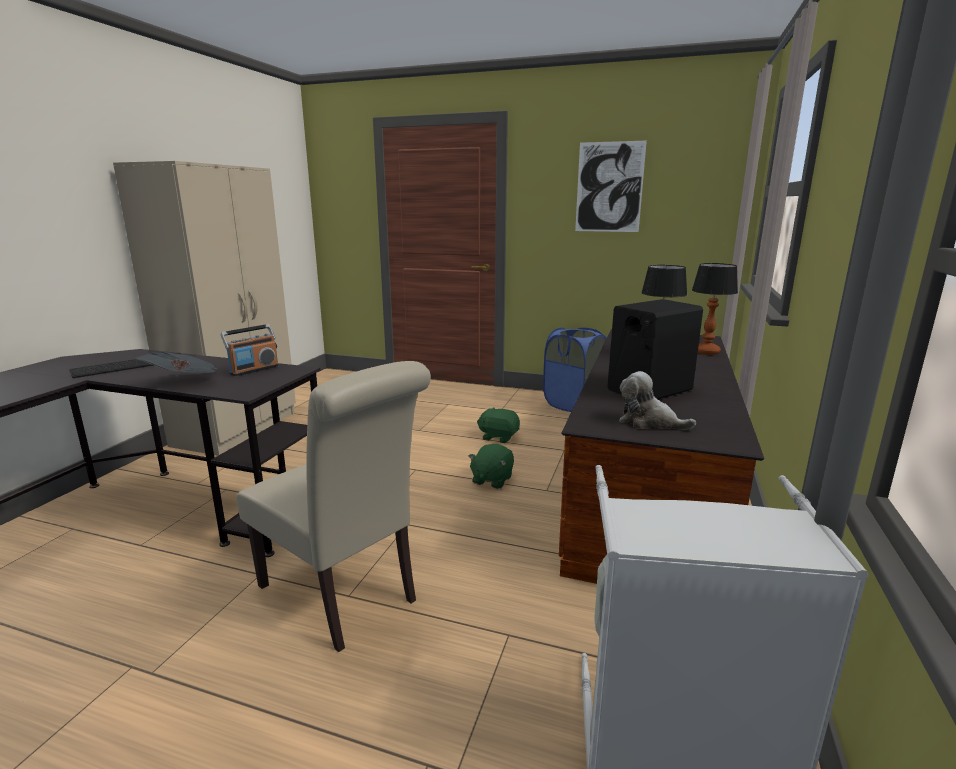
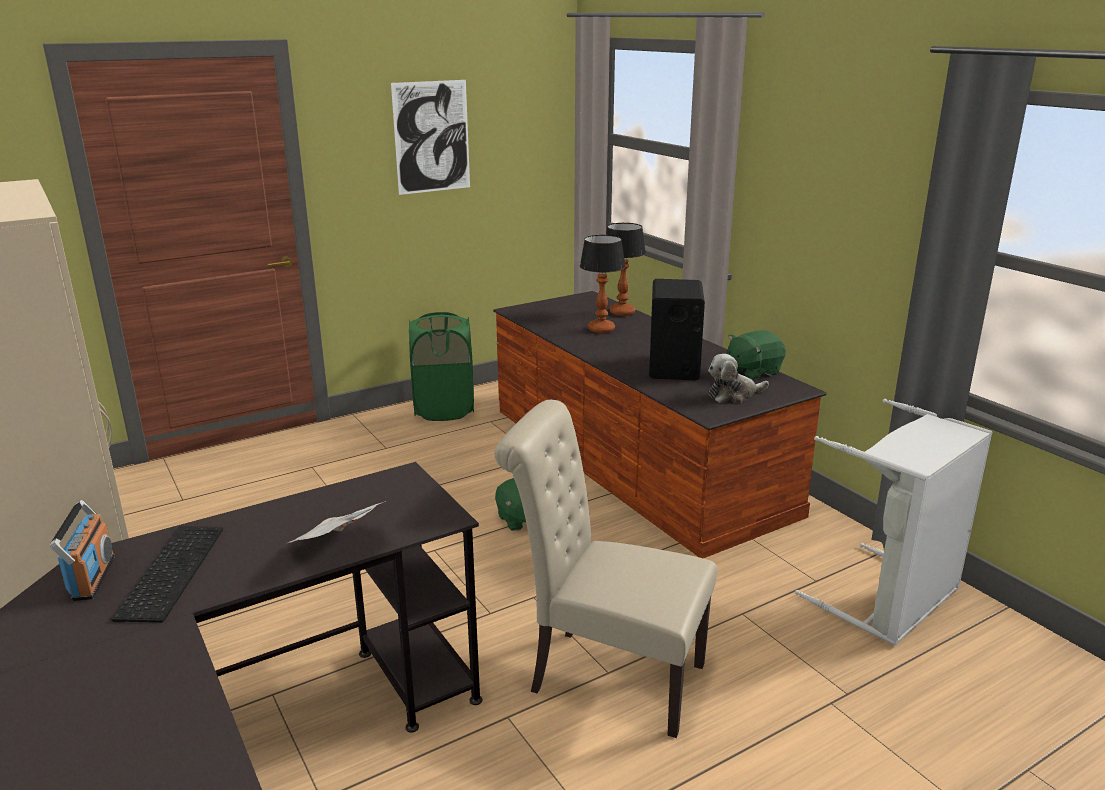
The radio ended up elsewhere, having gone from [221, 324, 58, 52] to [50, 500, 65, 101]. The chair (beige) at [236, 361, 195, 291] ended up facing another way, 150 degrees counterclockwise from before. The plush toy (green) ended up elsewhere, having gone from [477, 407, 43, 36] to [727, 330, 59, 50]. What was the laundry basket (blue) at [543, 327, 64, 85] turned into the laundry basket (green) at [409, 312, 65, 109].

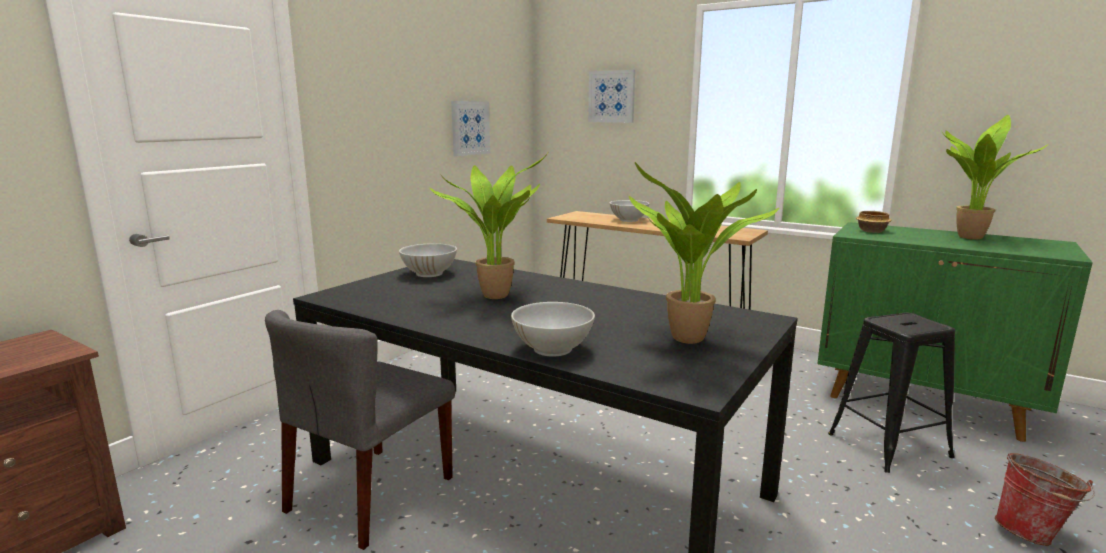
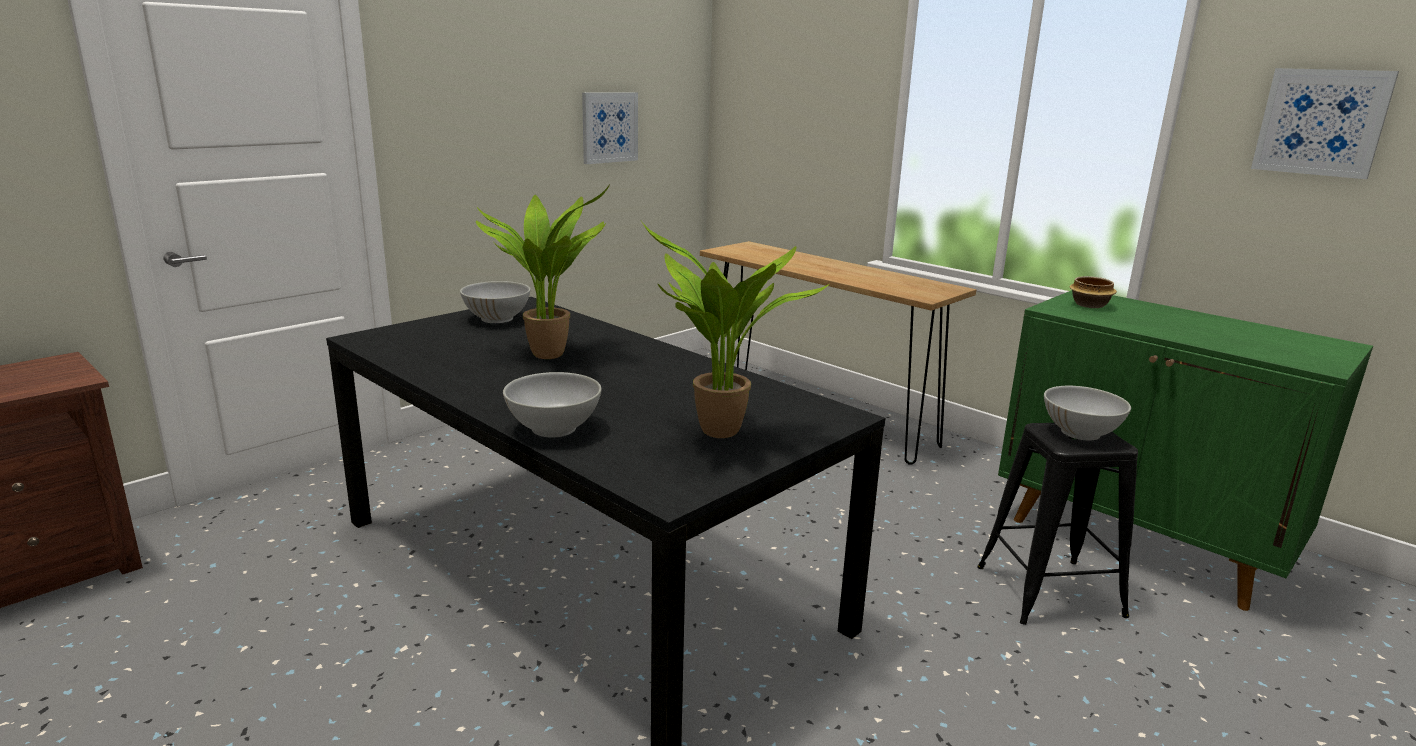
The second view lost the chair (grey) at [265, 310, 190, 240]. The picture ended up elsewhere, having gone from [588, 70, 47, 53] to [1251, 68, 148, 111]. The bowl (white) ended up elsewhere, having gone from [610, 200, 40, 22] to [1044, 386, 87, 54]. The second view lost the potted plant at [942, 115, 106, 125]. The second view lost the bucket at [995, 453, 100, 93].

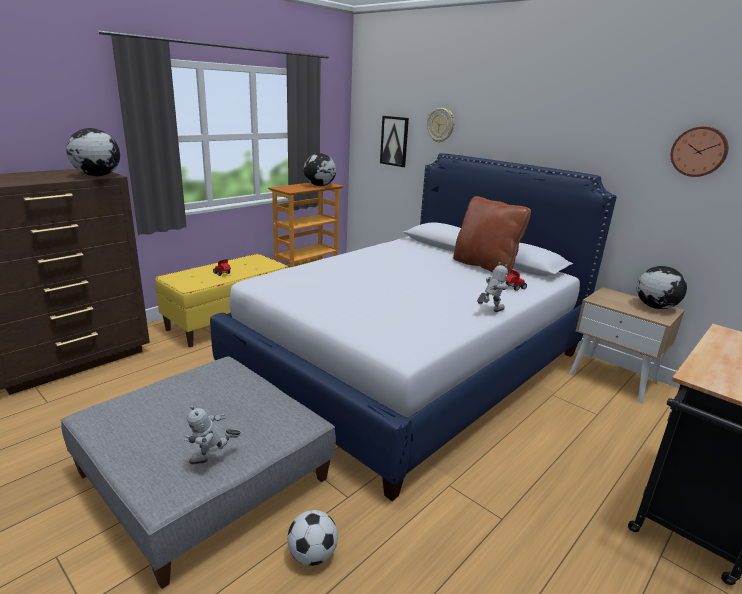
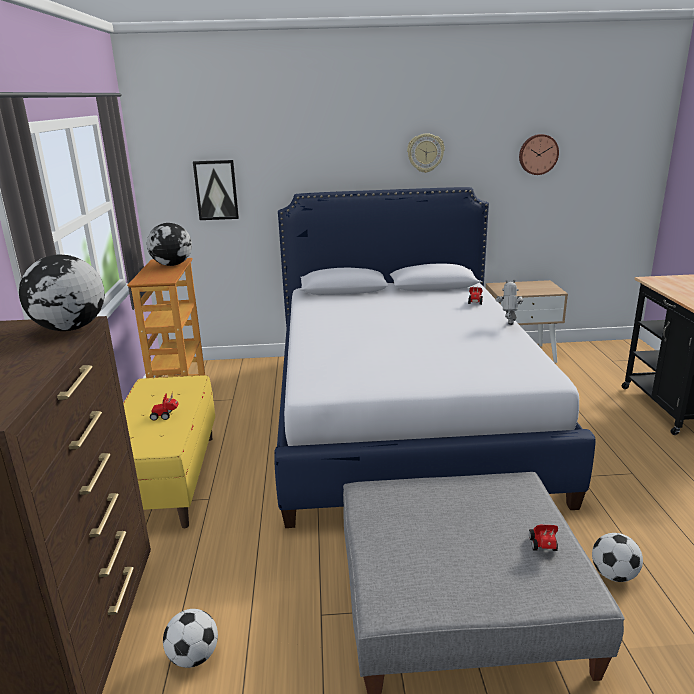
Where the toy robot stood at [184, 405, 57, 59], the toy car came to stand at [529, 525, 29, 26]. The wall clock ended up elsewhere, having gone from [427, 108, 28, 35] to [407, 133, 38, 40]. The second view lost the pillow (brown) at [453, 196, 78, 79]. The second view lost the globe at [636, 266, 51, 43]. The second view gained the football at [163, 609, 55, 59].

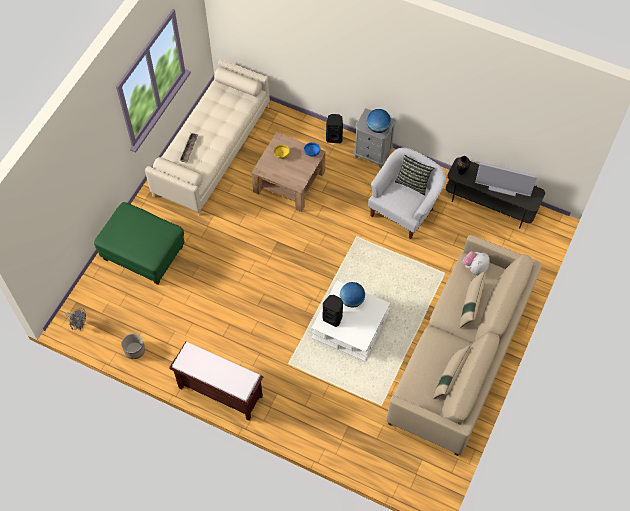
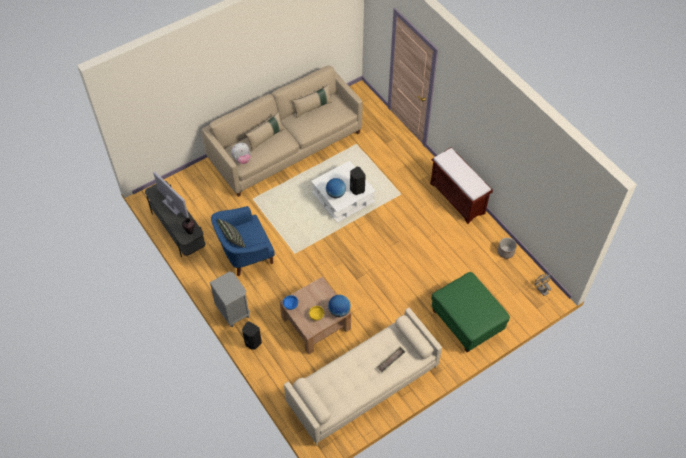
The globe ended up elsewhere, having gone from [367, 109, 24, 24] to [328, 295, 23, 22]. What was the armchair (white) at [368, 148, 78, 91] turned into the armchair (blue) at [211, 206, 64, 70].

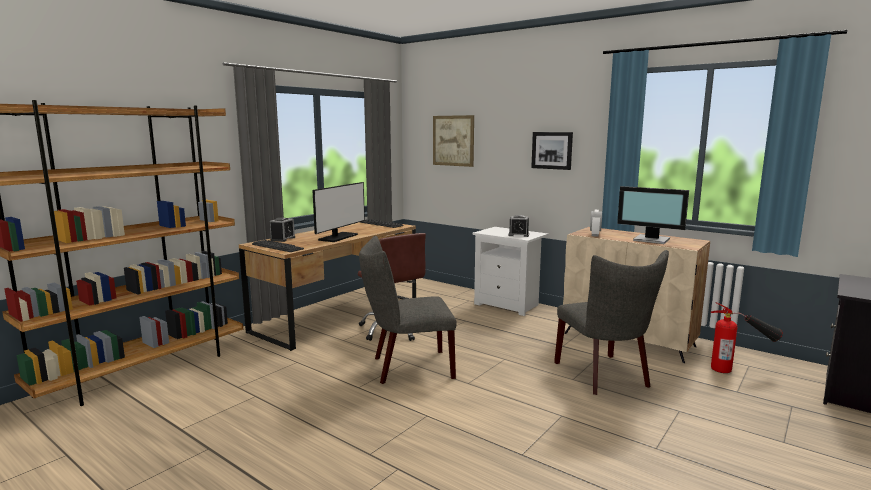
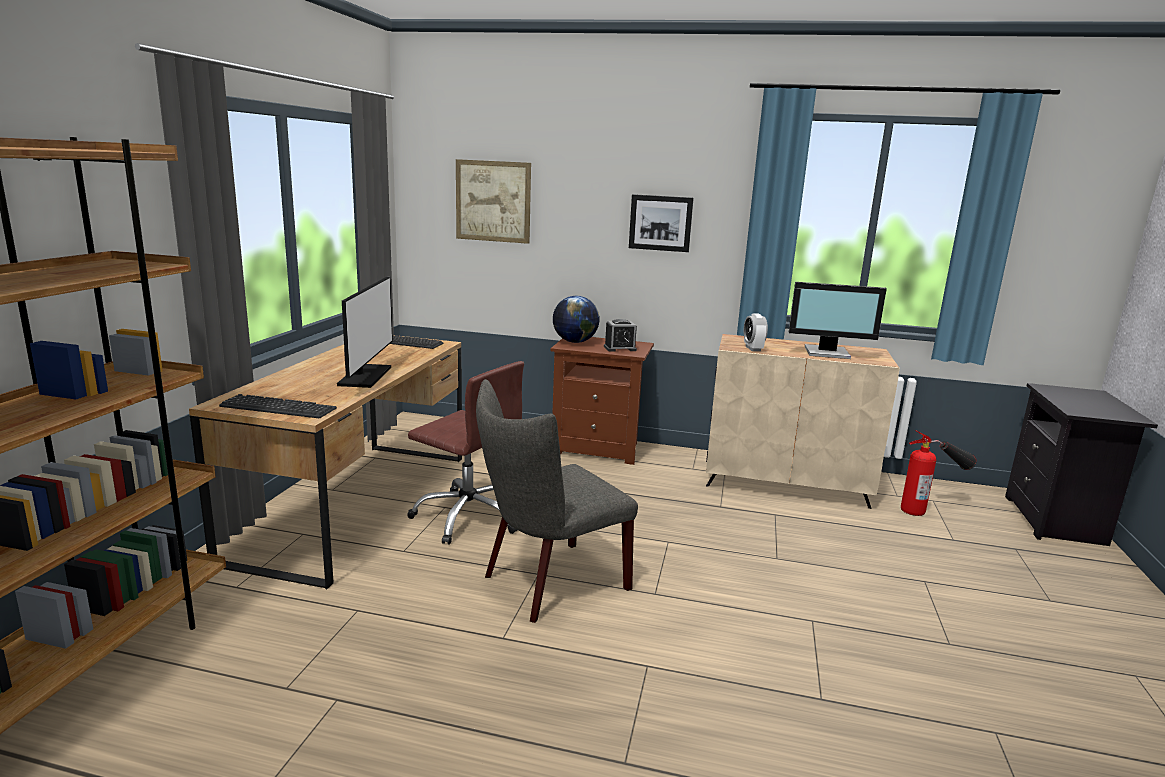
The second view lost the alarm clock at [270, 217, 25, 25]. What was the nightstand (white) at [472, 227, 77, 89] turned into the nightstand (brown) at [551, 337, 103, 128]. The second view lost the chair (grey) at [554, 250, 115, 145]. The second view gained the globe at [553, 296, 47, 47].

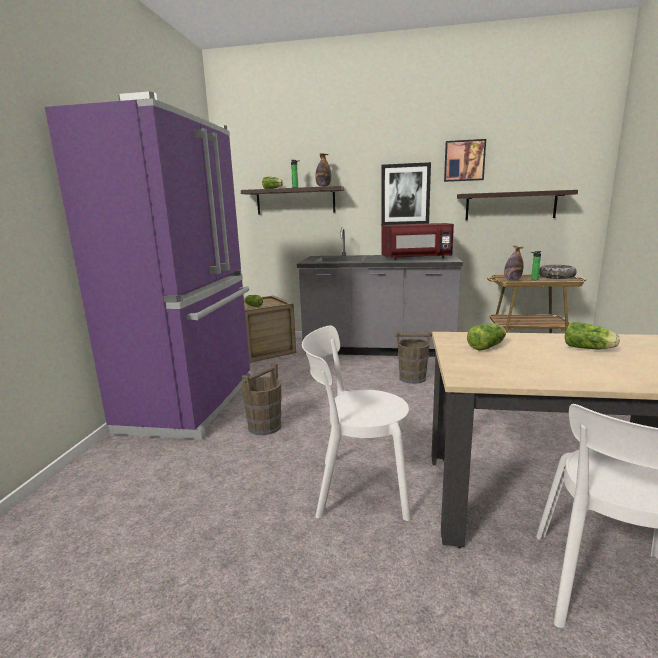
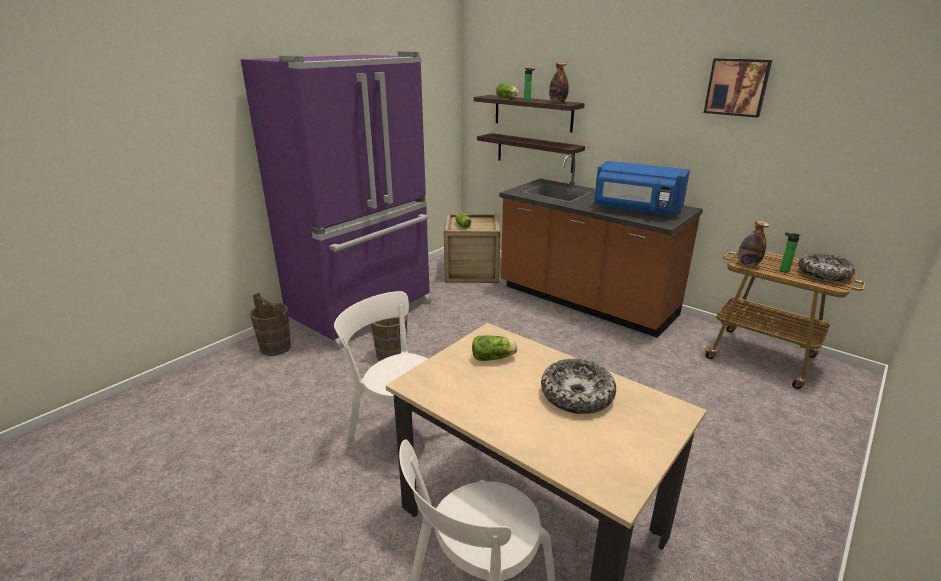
What was the counter (grey) at [297, 227, 166, 130] turned into the counter (brown) at [499, 154, 204, 184]. The second view lost the picture at [381, 162, 50, 63]. What was the microwave (red) at [382, 223, 72, 37] turned into the microwave (blue) at [594, 161, 96, 56]. The bucket (brown) ended up elsewhere, having gone from [396, 331, 36, 53] to [250, 293, 41, 63]. The shelf ended up elsewhere, having gone from [457, 190, 121, 30] to [477, 133, 108, 40]. Where the lettuce stood at [565, 322, 55, 27], the bowl came to stand at [541, 358, 75, 56].

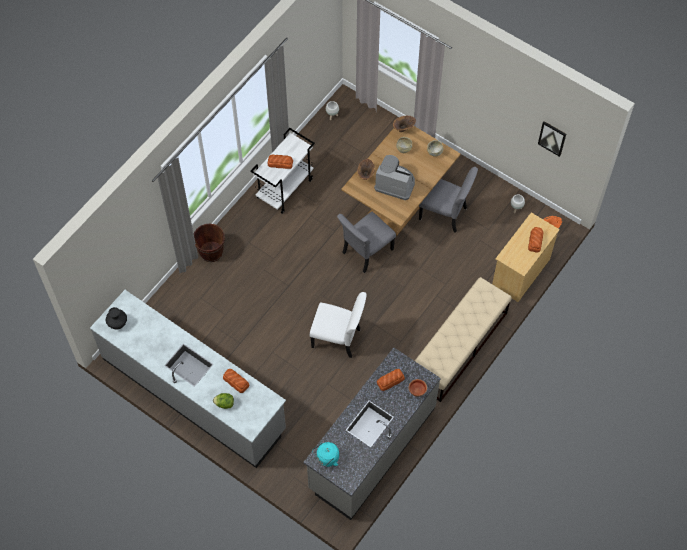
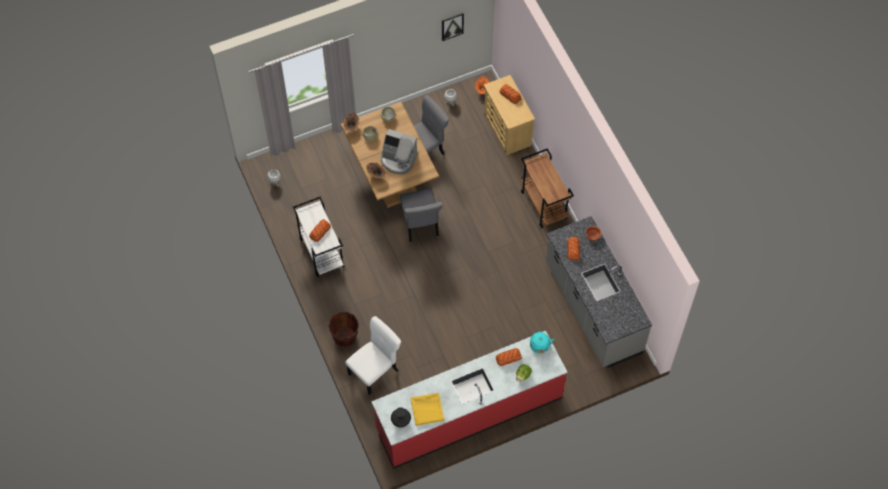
What was the counter (grey) at [90, 290, 196, 178] turned into the counter (red) at [371, 331, 196, 138]. The chair (white) ended up elsewhere, having gone from [310, 292, 57, 66] to [345, 316, 56, 79]. The kettle (turquoise) ended up elsewhere, having gone from [312, 442, 27, 25] to [530, 332, 24, 22]. The coffee machine at [374, 155, 41, 45] ended up facing another way, 120 degrees counterclockwise from before. Where the bench (beige) stood at [415, 277, 97, 125], the cart (brown) came to stand at [521, 148, 53, 80]. The second view gained the tray (yellow) at [411, 393, 33, 33].

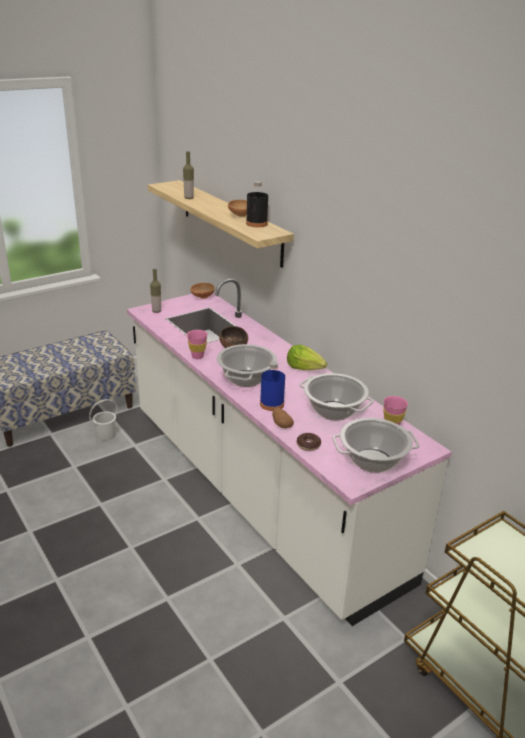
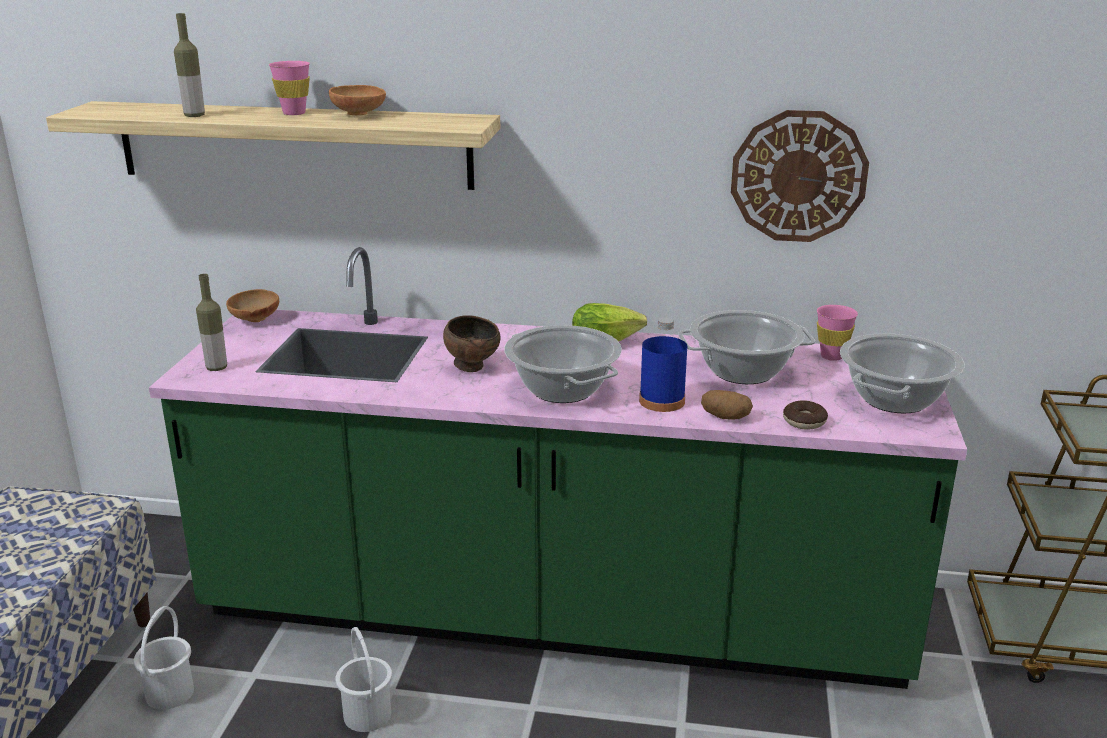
What was the counter (white) at [127, 279, 325, 347] turned into the counter (green) at [149, 247, 818, 442]. The cup (pink) ended up elsewhere, having gone from [187, 330, 21, 29] to [269, 61, 41, 54]. The second view lost the bottle (black) at [246, 181, 22, 46]. The second view gained the bucket (white) at [335, 627, 57, 105]. The second view gained the wall clock at [731, 110, 138, 132].

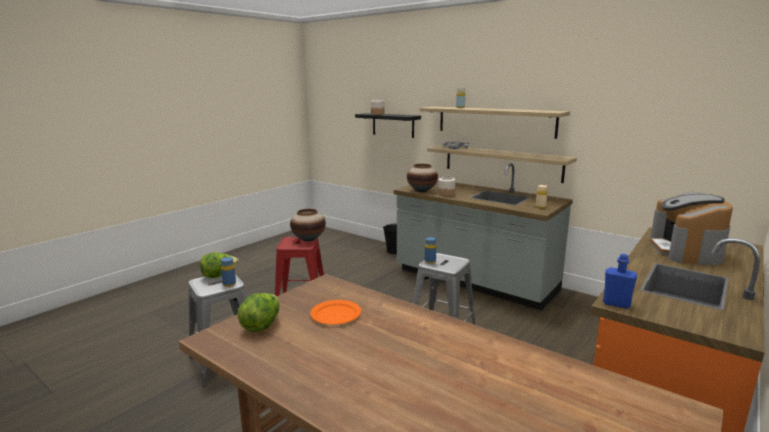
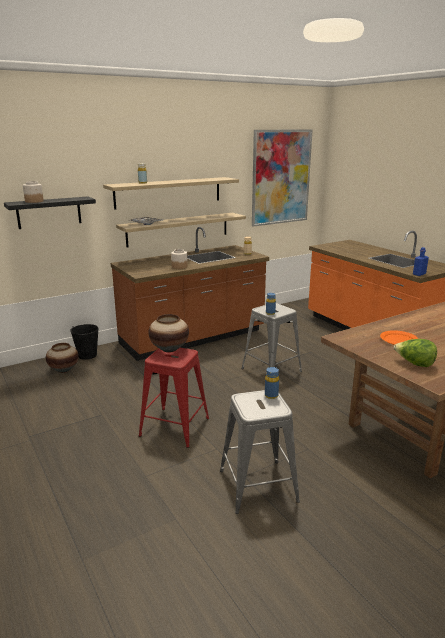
The second view lost the lettuce at [200, 252, 39, 26]. What was the counter (grey) at [394, 163, 179, 147] turned into the counter (brown) at [111, 227, 158, 134]. The vase ended up elsewhere, having gone from [407, 164, 31, 28] to [46, 343, 33, 30]. The second view lost the coffee machine at [650, 192, 83, 73]. The second view gained the picture at [252, 129, 61, 98].

